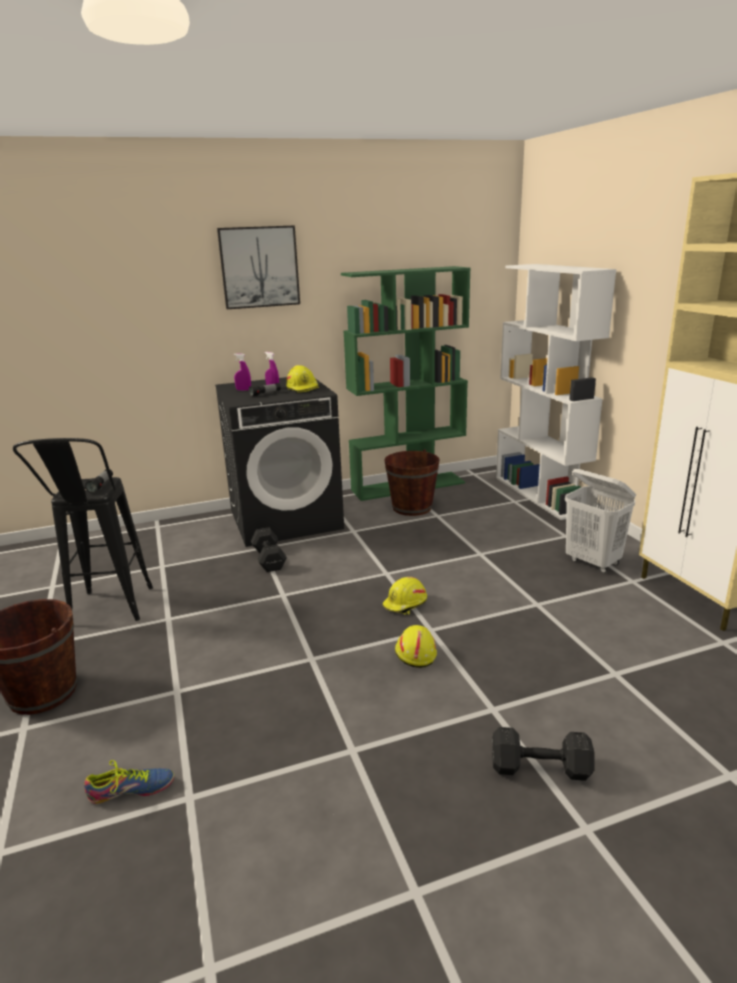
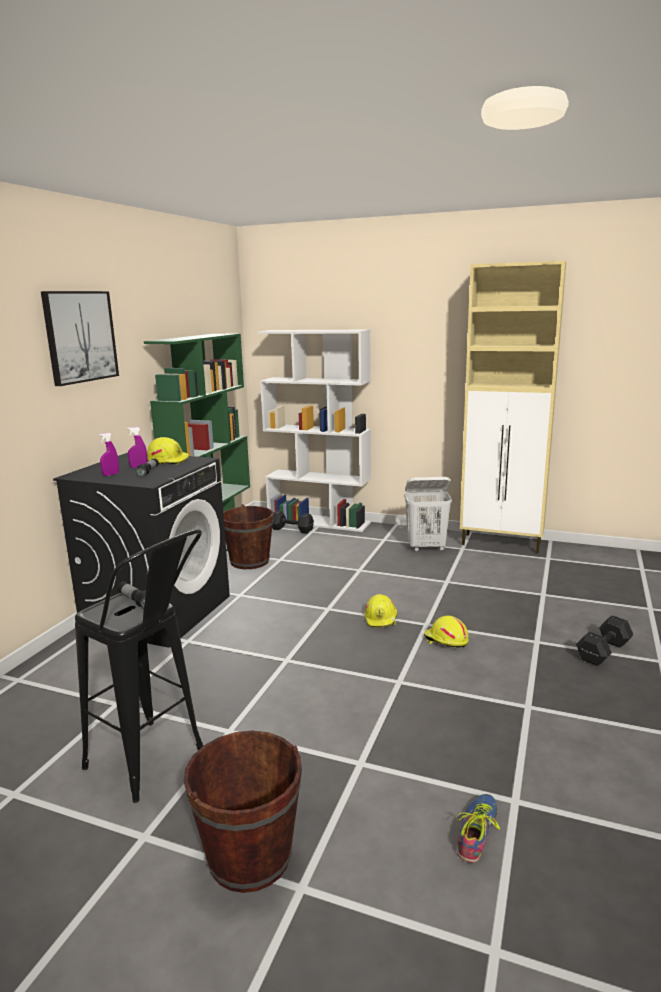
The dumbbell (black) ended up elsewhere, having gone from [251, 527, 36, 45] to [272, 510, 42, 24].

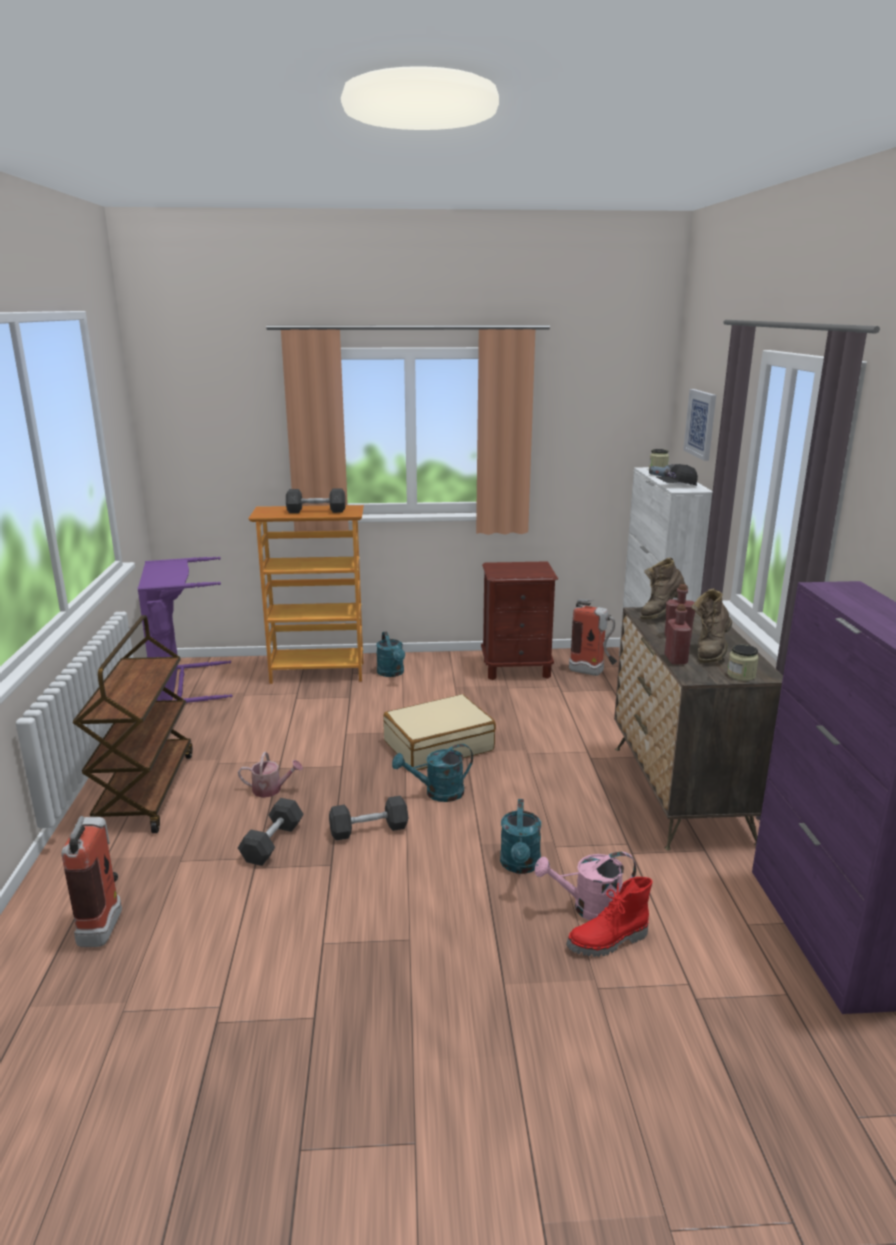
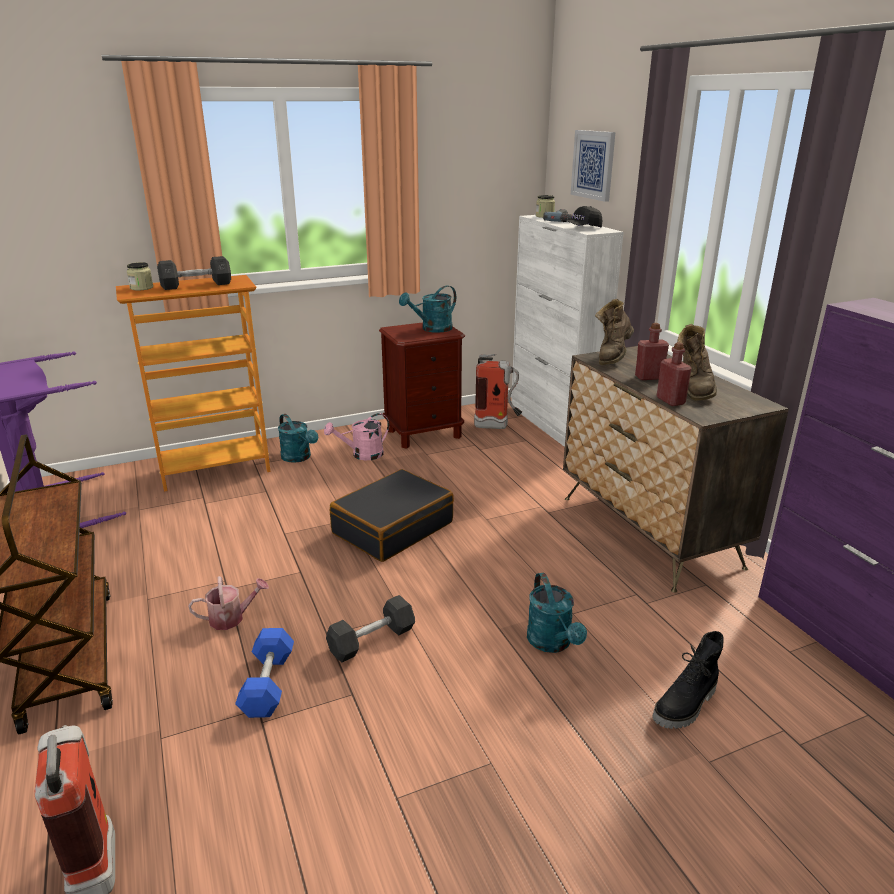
What was the dumbbell (grey) at [238, 798, 66, 68] turned into the dumbbell (blue) at [235, 628, 59, 90]. What was the suitcase (beige) at [383, 694, 113, 76] turned into the suitcase (black) at [330, 469, 124, 93]. The watering can (turquoise) ended up elsewhere, having gone from [392, 744, 81, 58] to [399, 285, 57, 48]. The watering can (pink) ended up elsewhere, having gone from [535, 852, 101, 69] to [324, 413, 65, 47]. What was the boot (red) at [566, 877, 86, 80] turned into the boot (black) at [652, 631, 72, 98]. The jar ended up elsewhere, having gone from [727, 644, 32, 37] to [127, 262, 26, 29].

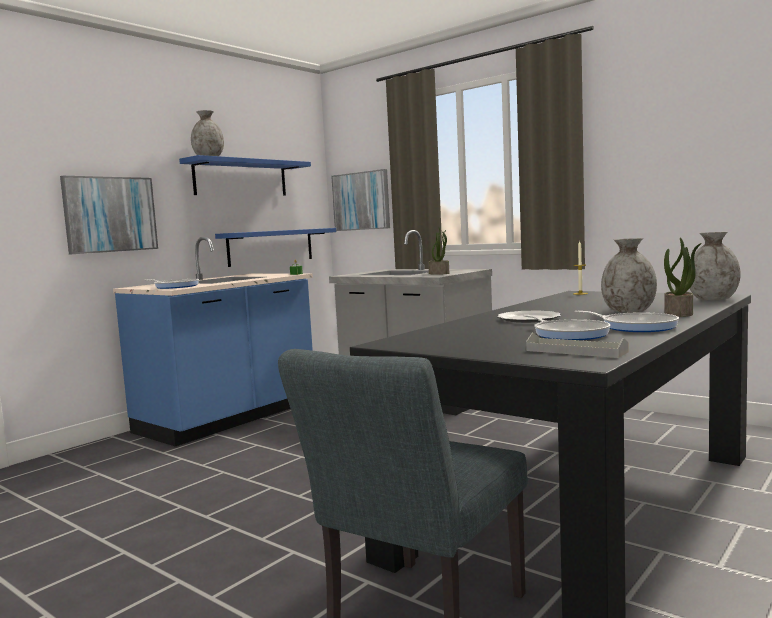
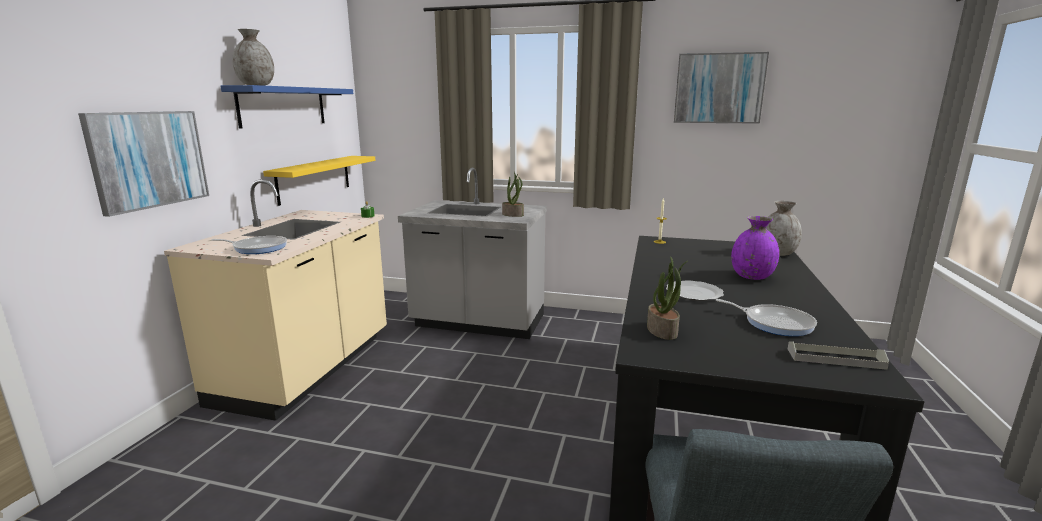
What was the counter (blue) at [113, 237, 200, 209] turned into the counter (beige) at [164, 179, 223, 242]. What was the shelf (blue) at [215, 228, 121, 39] turned into the shelf (yellow) at [263, 156, 113, 50]. The picture ended up elsewhere, having gone from [331, 169, 59, 62] to [674, 52, 95, 72]. The second view lost the frying pan at [575, 311, 104, 21]. What was the vase (grey) at [601, 238, 56, 75] turned into the vase (purple) at [731, 216, 48, 64]. The potted plant ended up elsewhere, having gone from [664, 238, 38, 79] to [647, 257, 41, 83].

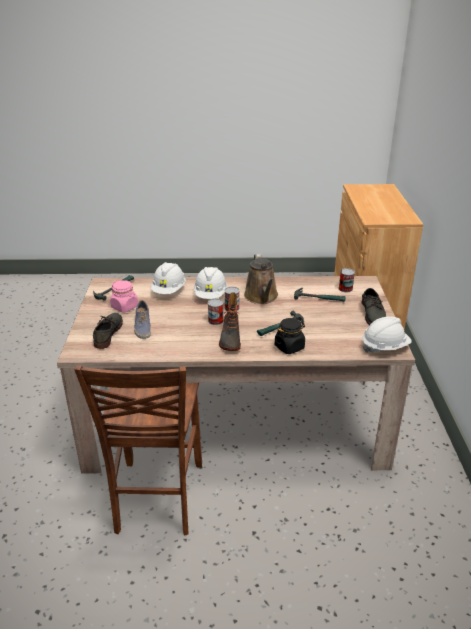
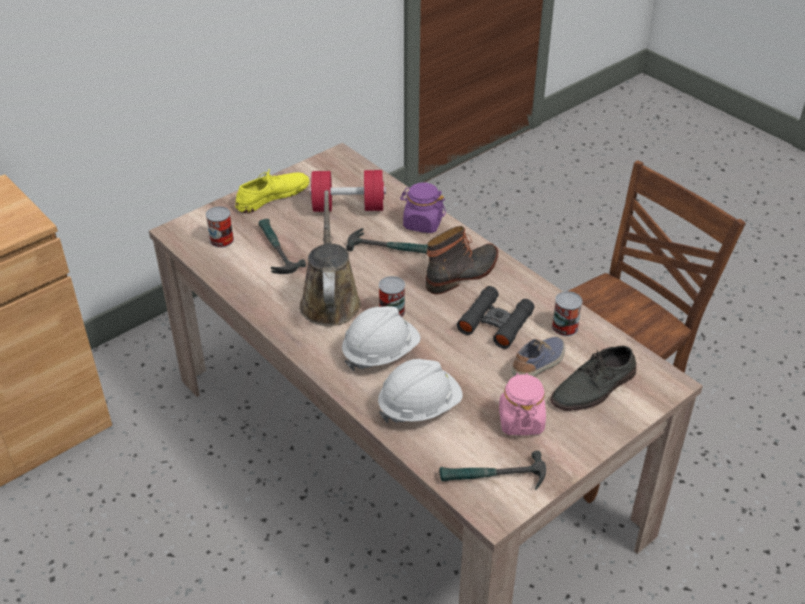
The can ended up elsewhere, having gone from [208, 299, 16, 26] to [552, 291, 31, 45]. The watering can (brown) at [244, 254, 34, 50] ended up facing another way, 45 degrees counterclockwise from before. What was the jar (black) at [275, 318, 30, 36] turned into the jar (purple) at [400, 182, 46, 51]. What was the shoe (grey) at [362, 288, 24, 37] turned into the shoe (yellow) at [235, 170, 74, 43]. The second view lost the hard hat (white) at [362, 316, 50, 37]. The second view gained the dumbbell (red) at [309, 170, 77, 42]. The second view gained the binoculars (black) at [457, 286, 77, 63].

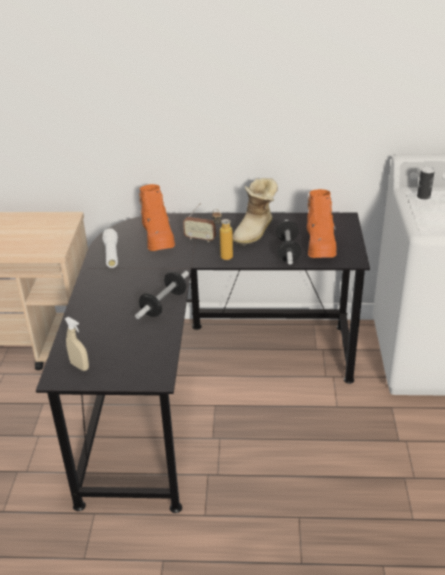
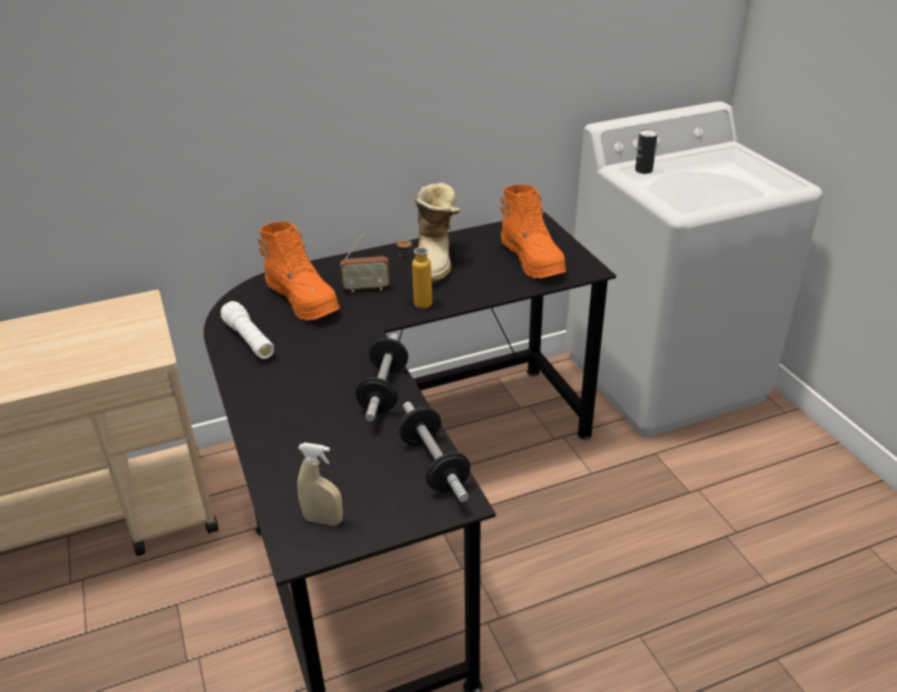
The dumbbell ended up elsewhere, having gone from [276, 220, 25, 44] to [399, 402, 71, 100].

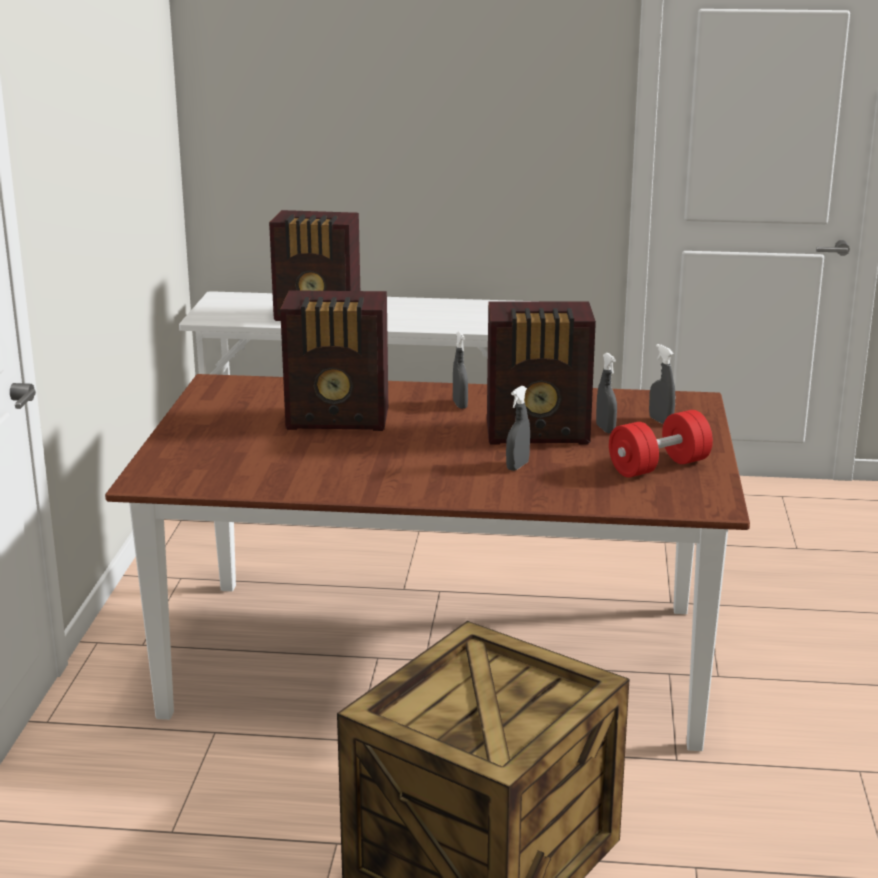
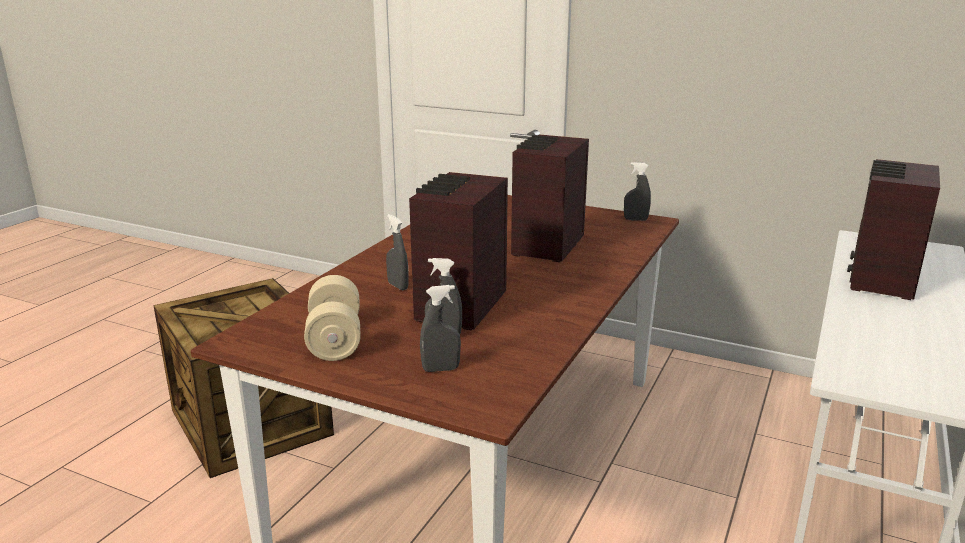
The spray bottle (grey) ended up elsewhere, having gone from [453, 331, 15, 78] to [624, 162, 27, 59]. What was the dumbbell (red) at [609, 410, 104, 67] turned into the dumbbell (beige) at [304, 275, 57, 86].

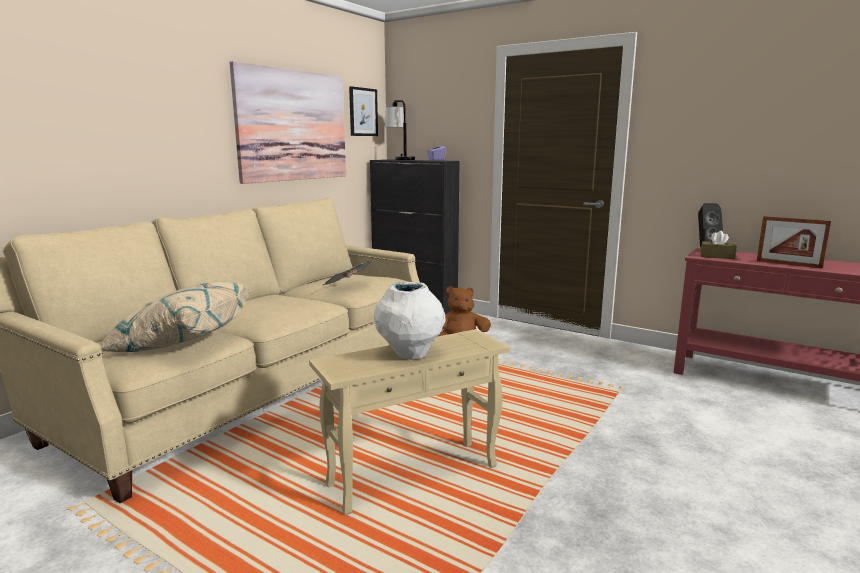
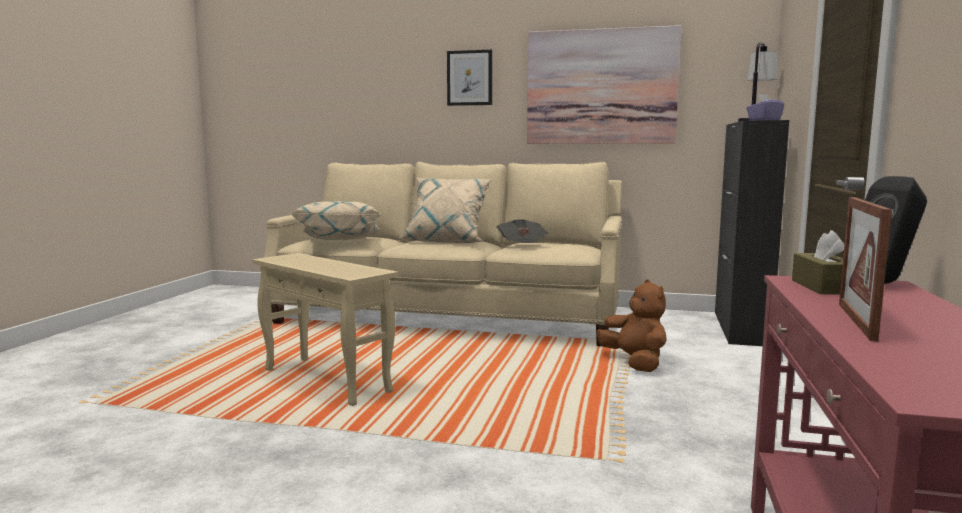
The picture ended up elsewhere, having gone from [349, 86, 29, 50] to [447, 50, 45, 56]. The second view lost the vase (white) at [374, 282, 72, 78]. The second view gained the pillow (beige) at [400, 177, 92, 66].

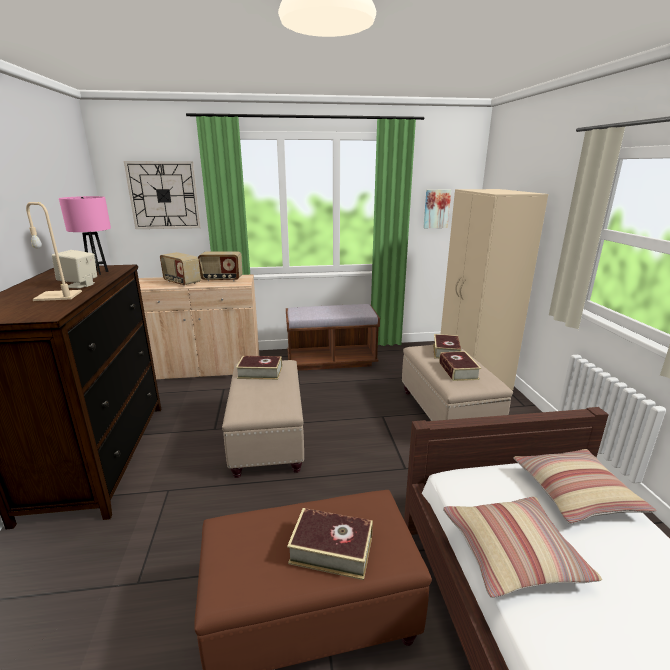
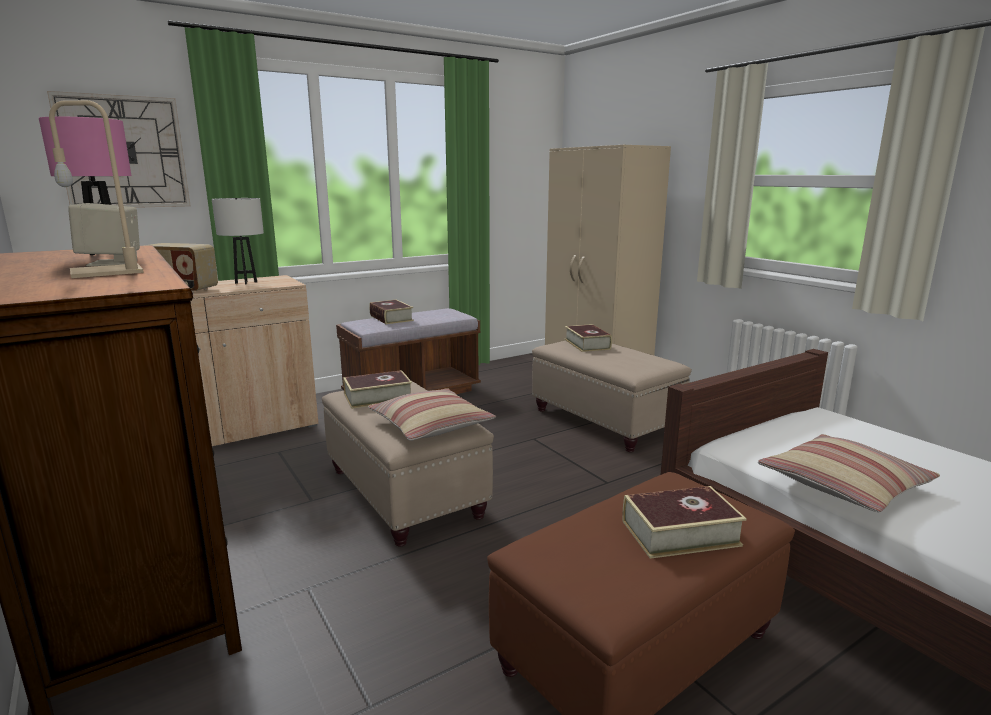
Where the radio stood at [198, 251, 44, 30], the table lamp (white) came to stand at [212, 198, 52, 87]. The second view lost the picture at [423, 190, 28, 38]. The book ended up elsewhere, having gone from [439, 351, 42, 30] to [369, 300, 45, 24]. The pillow ended up elsewhere, having gone from [513, 449, 144, 75] to [368, 388, 128, 53].

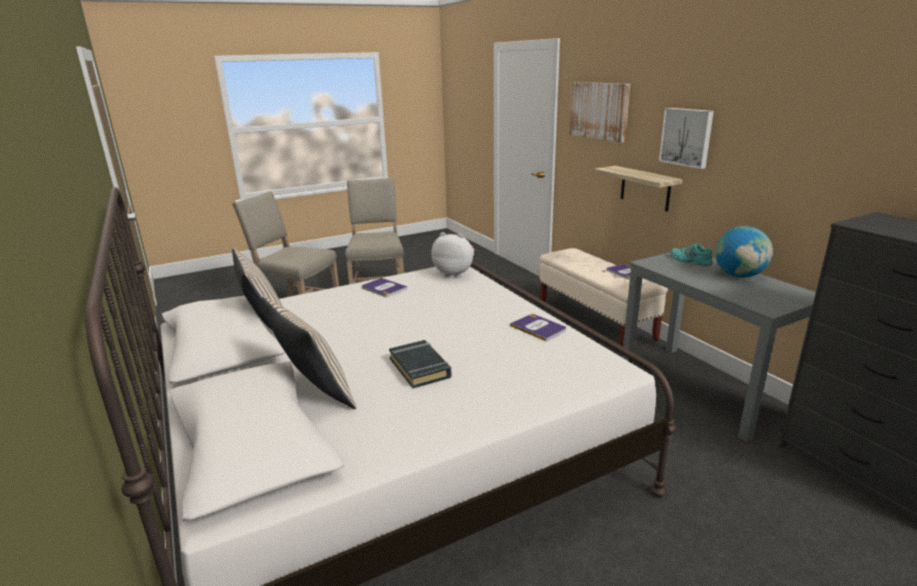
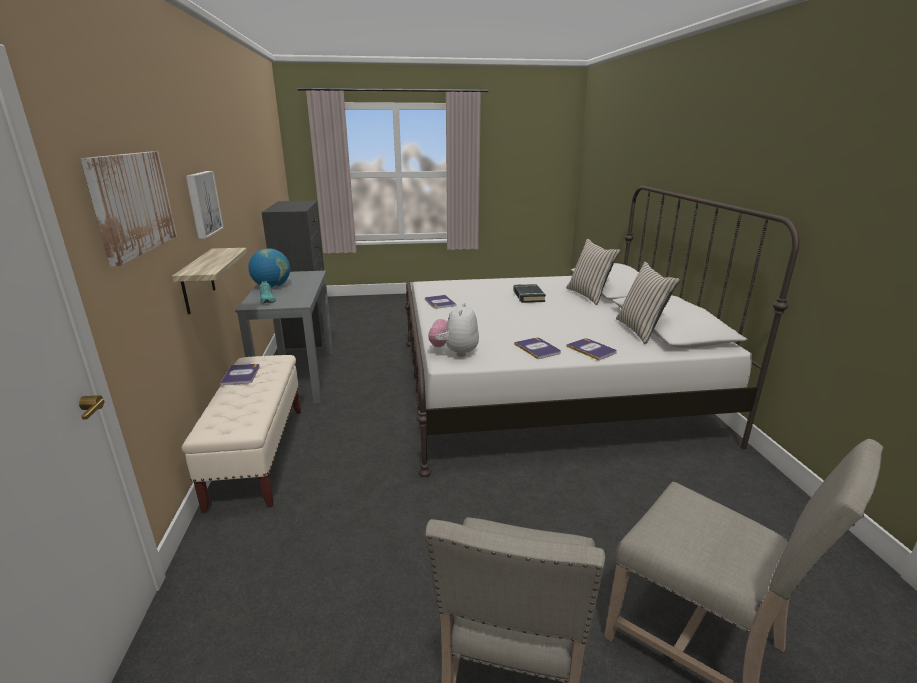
The plush toy at [432, 232, 42, 46] ended up facing another way, 60 degrees clockwise from before. The second view gained the book at [566, 338, 51, 22].

